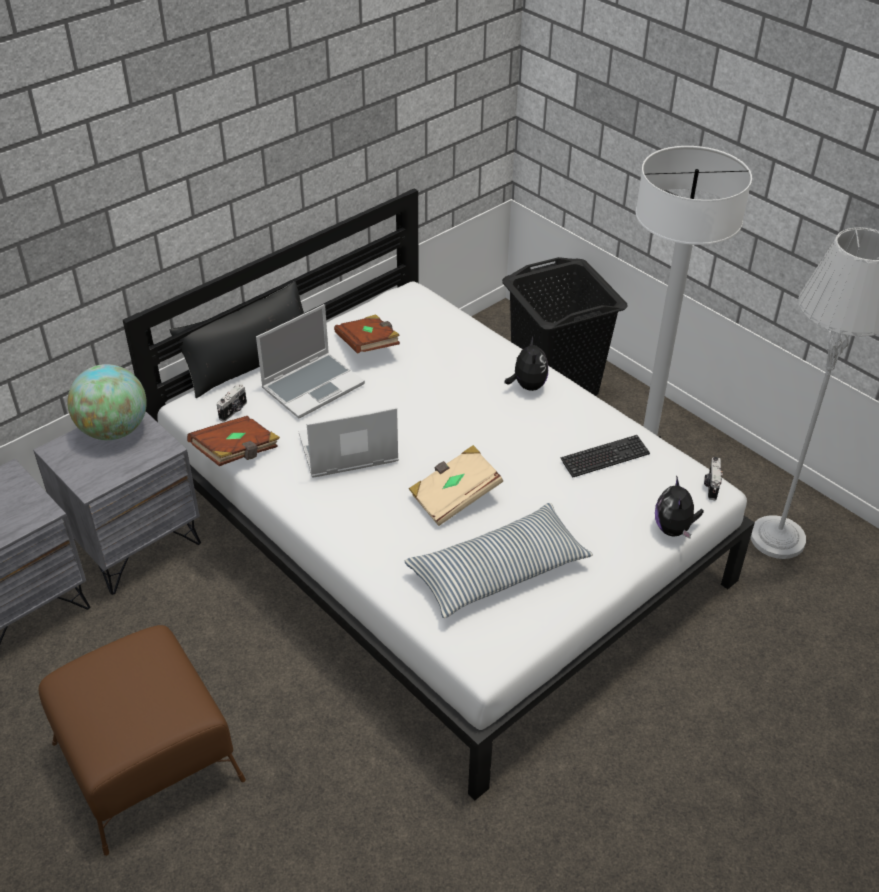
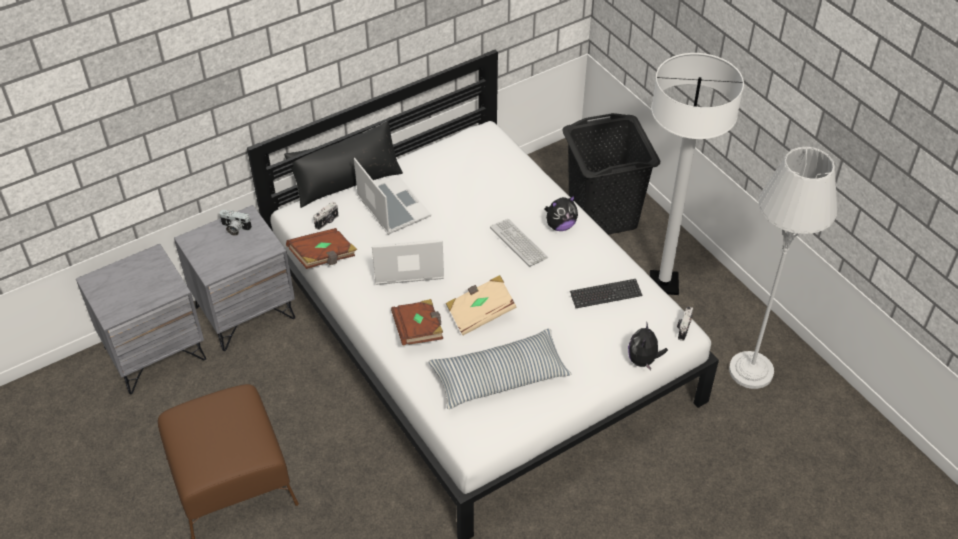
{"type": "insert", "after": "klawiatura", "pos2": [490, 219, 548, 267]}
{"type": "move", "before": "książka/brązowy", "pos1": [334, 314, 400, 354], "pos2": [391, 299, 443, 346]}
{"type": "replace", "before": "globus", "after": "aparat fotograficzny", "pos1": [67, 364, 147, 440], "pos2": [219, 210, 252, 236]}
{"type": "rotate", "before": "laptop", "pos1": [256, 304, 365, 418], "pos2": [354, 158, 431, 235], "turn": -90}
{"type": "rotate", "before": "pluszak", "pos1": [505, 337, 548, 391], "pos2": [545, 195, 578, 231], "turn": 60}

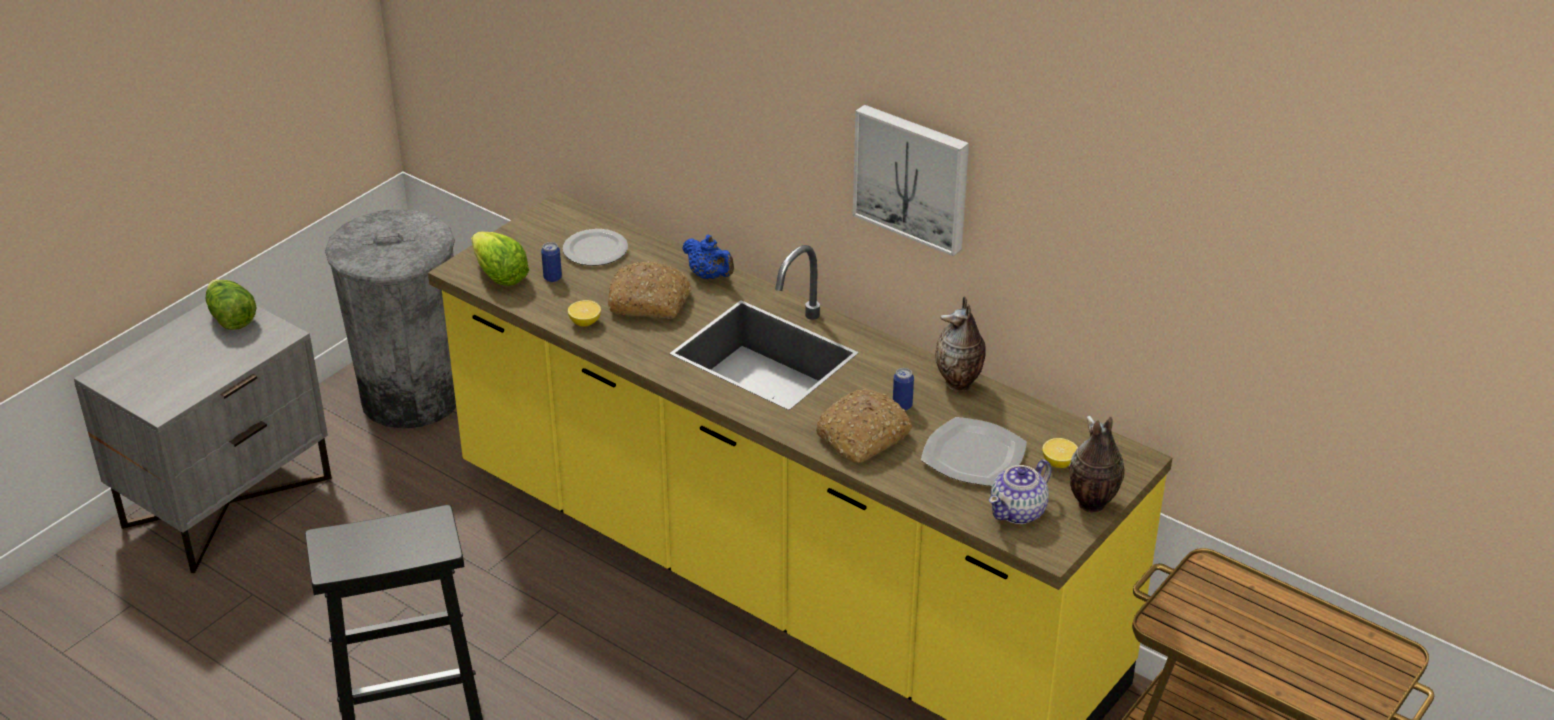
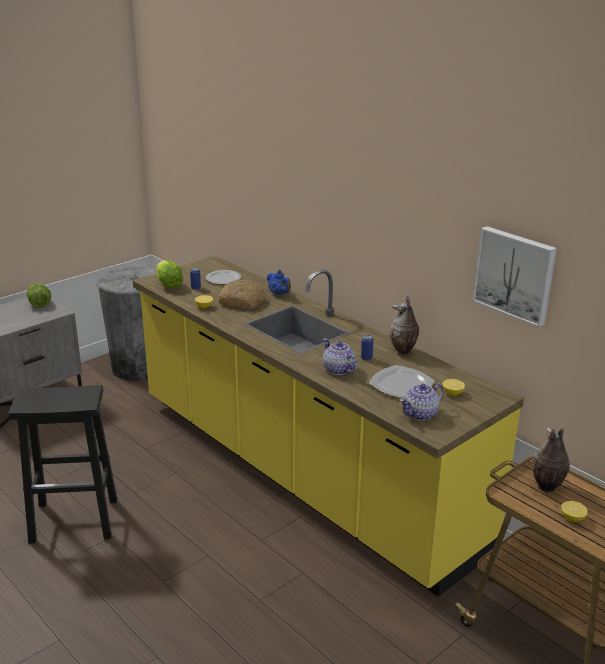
{"type": "insert", "after": "cytryna", "pos2": [561, 501, 588, 522]}
{"type": "move", "before": "obraz", "pos1": [853, 105, 969, 256], "pos2": [473, 226, 557, 327]}
{"type": "move", "before": "wazon", "pos1": [1069, 416, 1124, 513], "pos2": [533, 428, 570, 492]}
{"type": "replace", "before": "chleb", "after": "imbryk", "pos1": [816, 389, 912, 463], "pos2": [323, 338, 357, 375]}

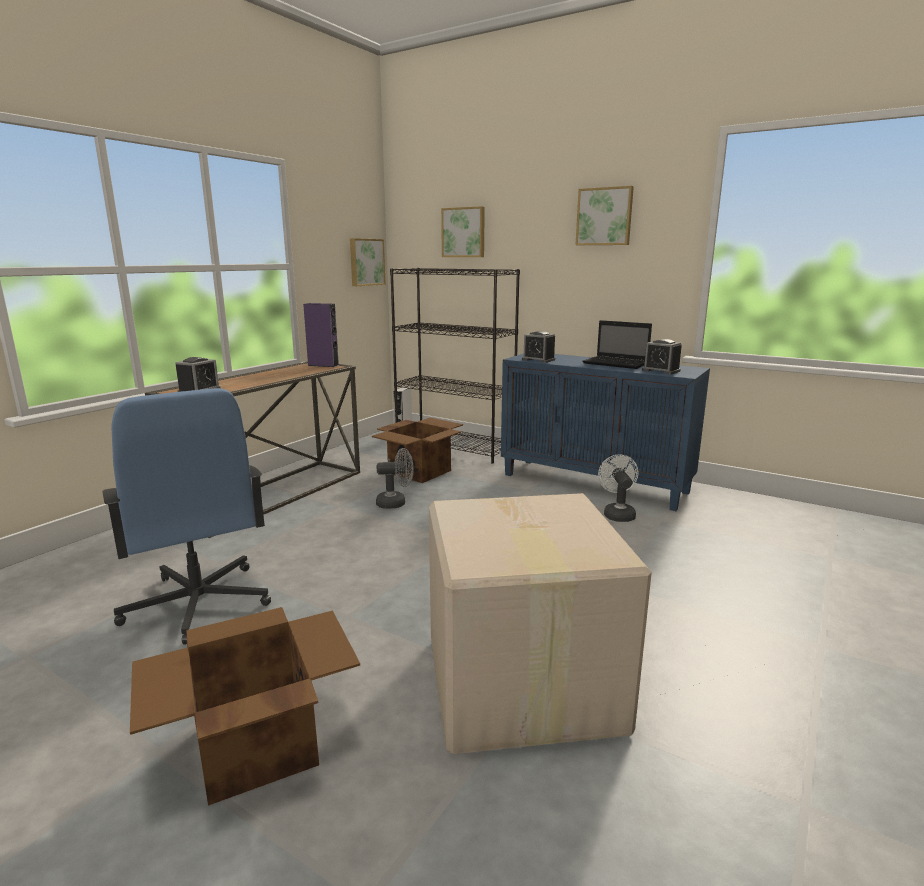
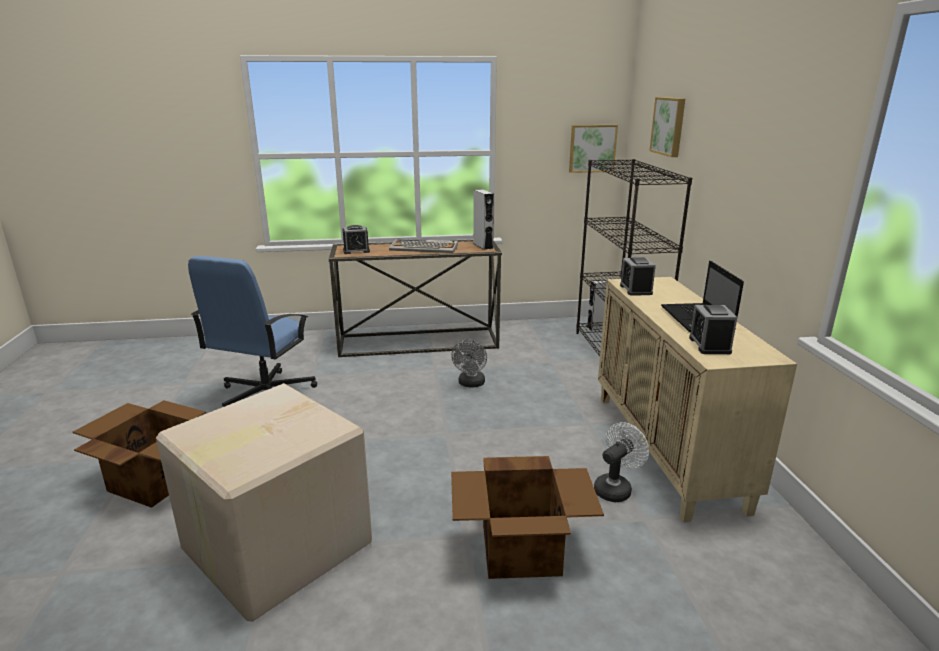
{"type": "delete", "before": "obraz", "pos1": [576, 186, 634, 245]}
{"type": "insert", "after": "klawiatura", "pos2": [389, 239, 458, 253]}
{"type": "move", "before": "karton", "pos1": [372, 418, 463, 483], "pos2": [451, 456, 604, 579]}
{"type": "recolor", "before": "głośnik/fioletowy", "after": "głośnik/szary", "pos1": [303, 303, 339, 367], "pos2": [473, 189, 494, 250]}
{"type": "recolor", "before": "szafka/niebieski", "after": "szafka/beżowy", "pos1": [501, 354, 710, 511], "pos2": [598, 277, 797, 522]}
{"type": "rotate", "before": "wentylator/szary", "pos1": [376, 448, 414, 509], "pos2": [451, 339, 487, 387], "turn": 60}

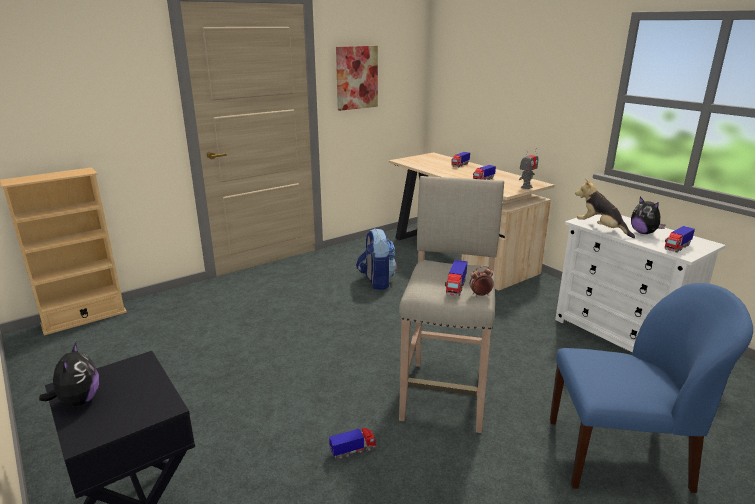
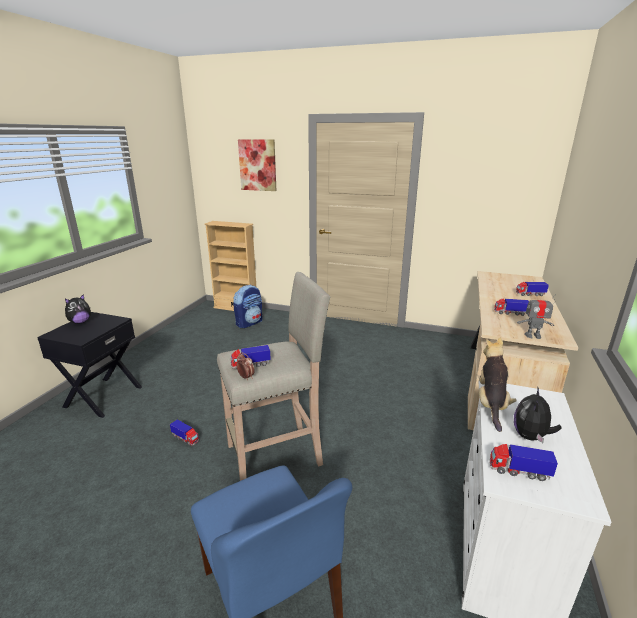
{"type": "move", "before": "obraz", "pos1": [336, 46, 378, 111], "pos2": [238, 139, 277, 191]}
{"type": "move", "before": "plecak", "pos1": [356, 228, 397, 290], "pos2": [233, 285, 262, 328]}

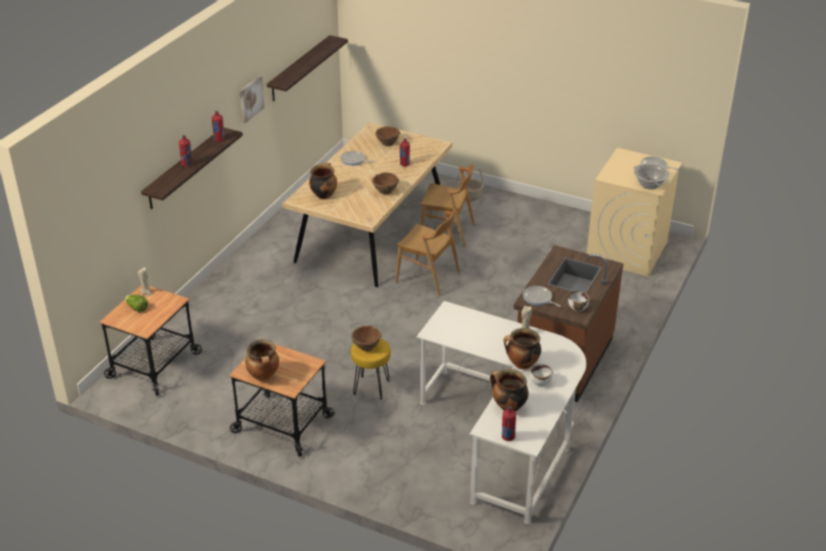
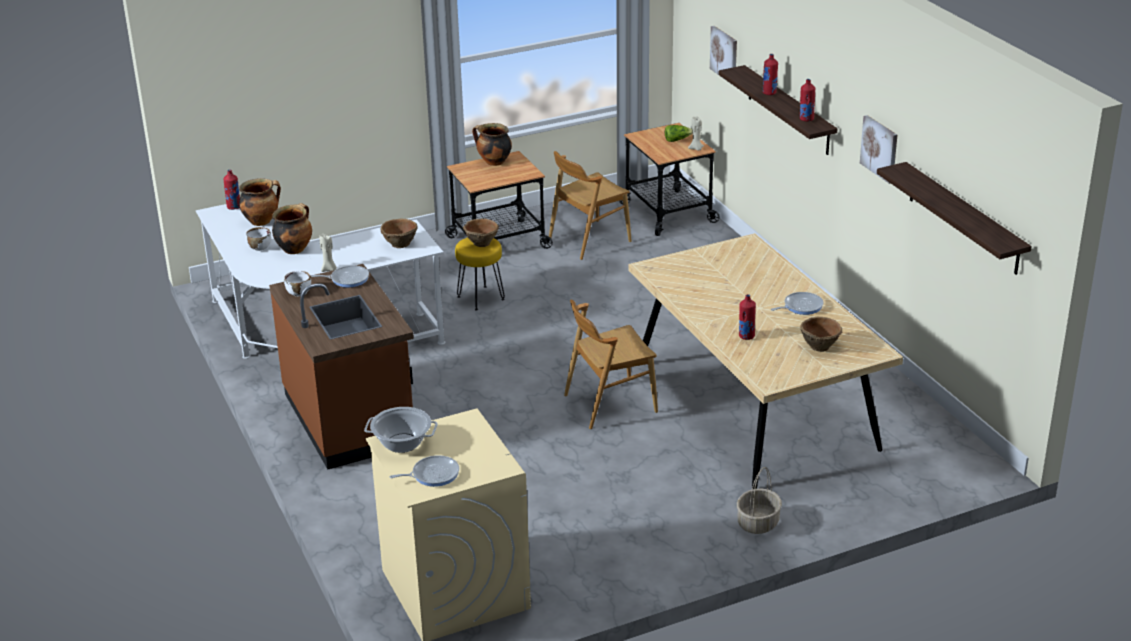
{"type": "delete", "before": "garnek", "pos1": [309, 162, 337, 199]}
{"type": "insert", "after": "obraz", "pos2": [710, 26, 737, 84]}
{"type": "move", "before": "miska/brązowy", "pos1": [372, 172, 399, 195], "pos2": [381, 219, 418, 248]}
{"type": "move", "before": "krzesło/brązowy", "pos1": [420, 164, 475, 248], "pos2": [549, 151, 632, 260]}

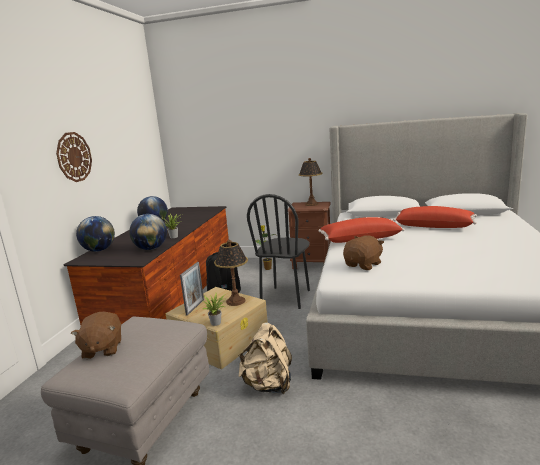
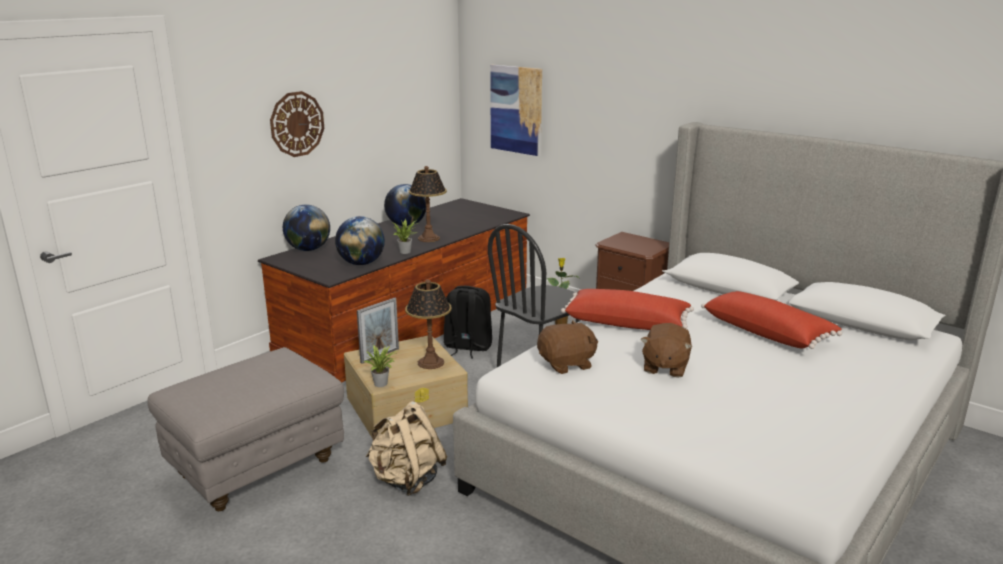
{"type": "insert", "after": "obraz", "pos2": [490, 65, 542, 156]}
{"type": "move", "before": "pluszak/brązowy", "pos1": [71, 312, 121, 359], "pos2": [640, 323, 692, 378]}
{"type": "move", "before": "lampa stołowa", "pos1": [299, 158, 323, 206], "pos2": [409, 166, 447, 242]}

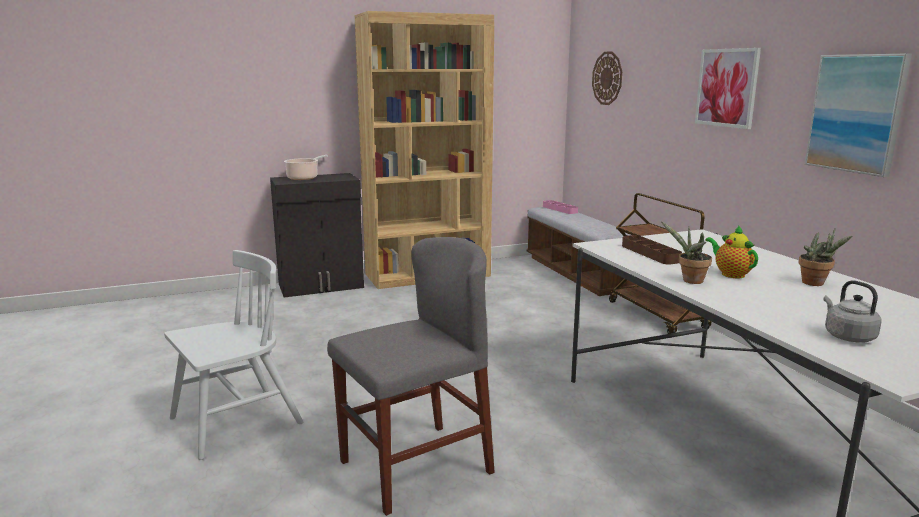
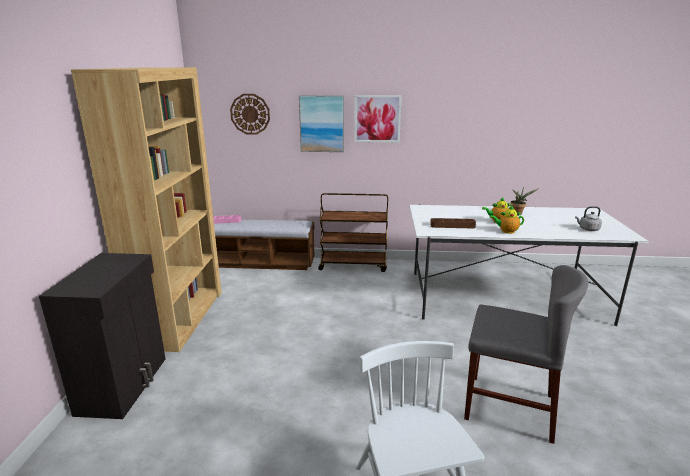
{"type": "delete", "before": "garnek", "pos1": [284, 155, 328, 180]}
{"type": "move", "before": "obraz", "pos1": [805, 53, 912, 177], "pos2": [299, 95, 344, 152]}
{"type": "replace", "before": "roślina doniczkowa", "after": "imbryk", "pos1": [662, 222, 712, 284], "pos2": [489, 205, 524, 234]}
{"type": "rotate", "before": "krzesło/szary", "pos1": [327, 237, 495, 516], "pos2": [464, 265, 588, 444], "turn": 120}

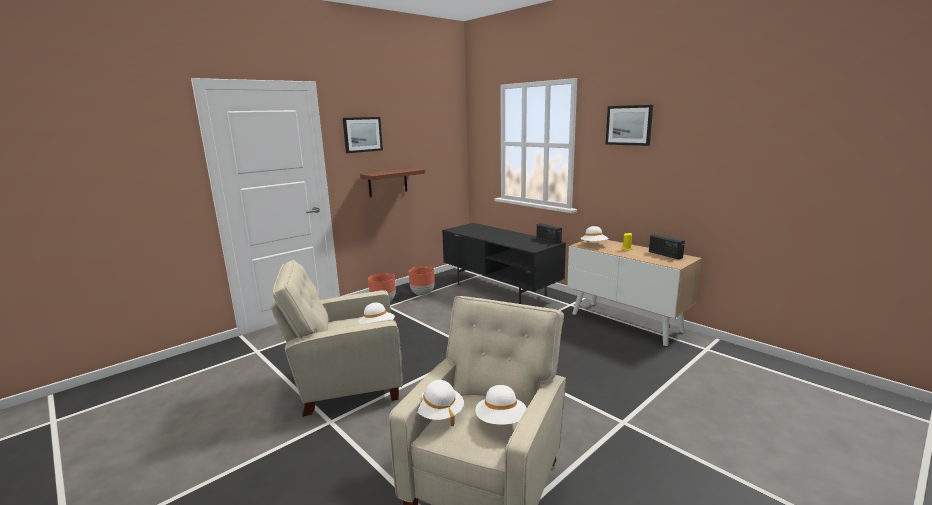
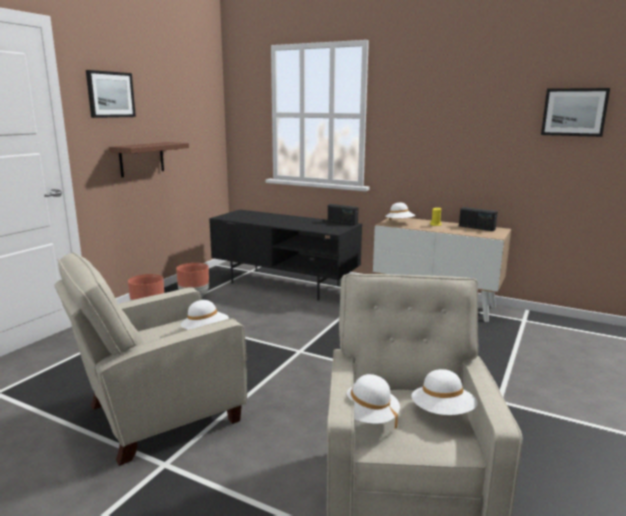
{"type": "move", "before": "obraz", "pos1": [606, 105, 653, 146], "pos2": [541, 88, 610, 137]}

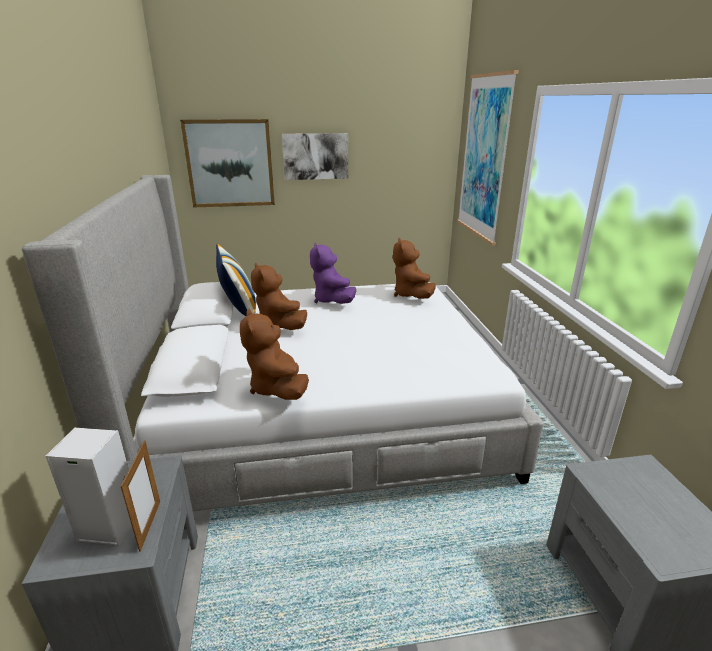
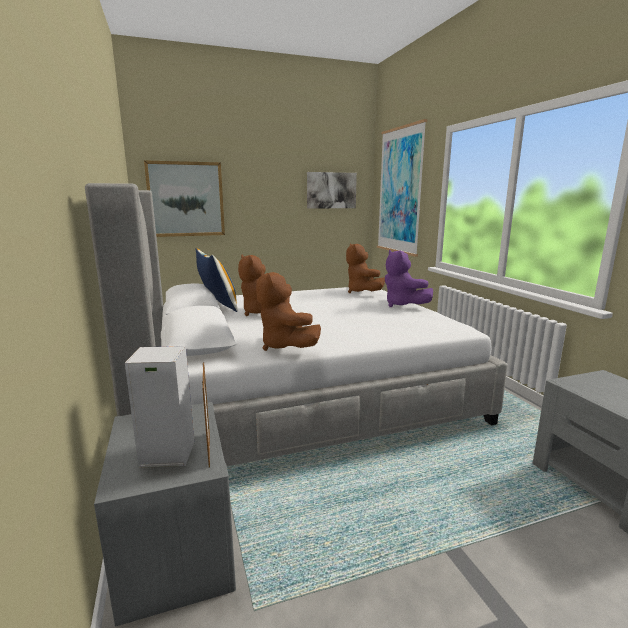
{"type": "move", "before": "obraz", "pos1": [282, 133, 348, 180], "pos2": [307, 172, 357, 209]}
{"type": "move", "before": "pluszak/fioletowy", "pos1": [310, 242, 356, 304], "pos2": [385, 250, 433, 307]}

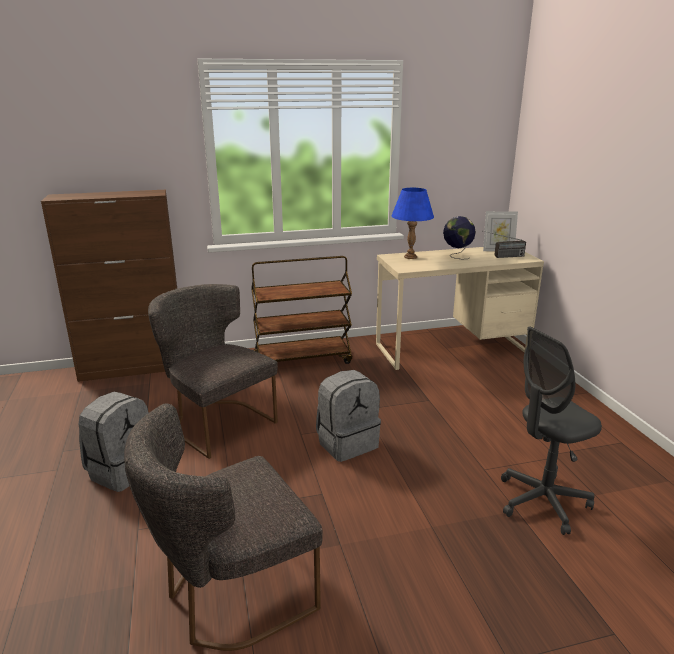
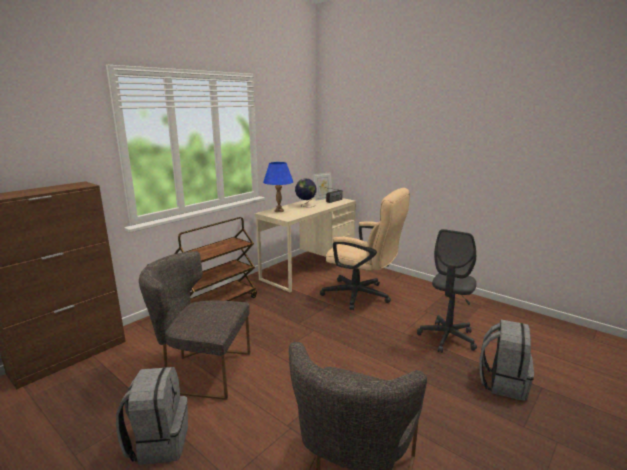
{"type": "insert", "after": "krzesło biurowe/beżowy", "pos2": [320, 188, 410, 310]}
{"type": "move", "before": "plecak/szary", "pos1": [316, 370, 381, 462], "pos2": [479, 320, 534, 401]}

